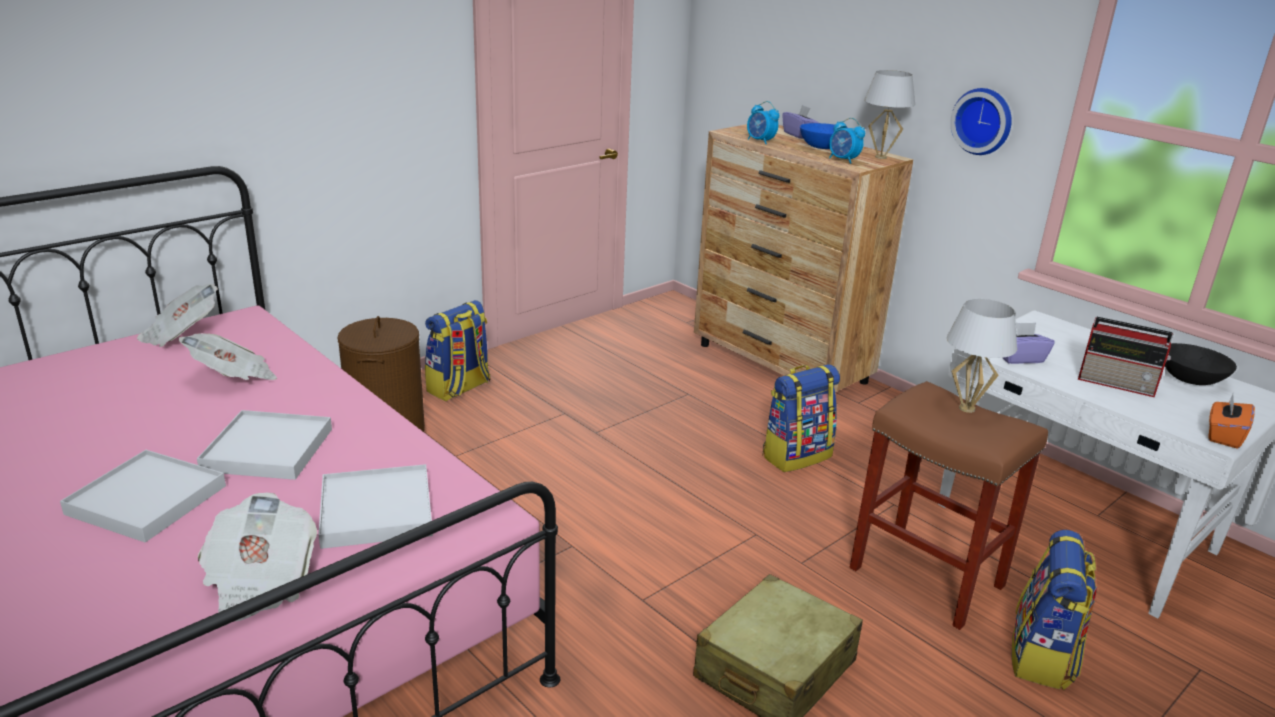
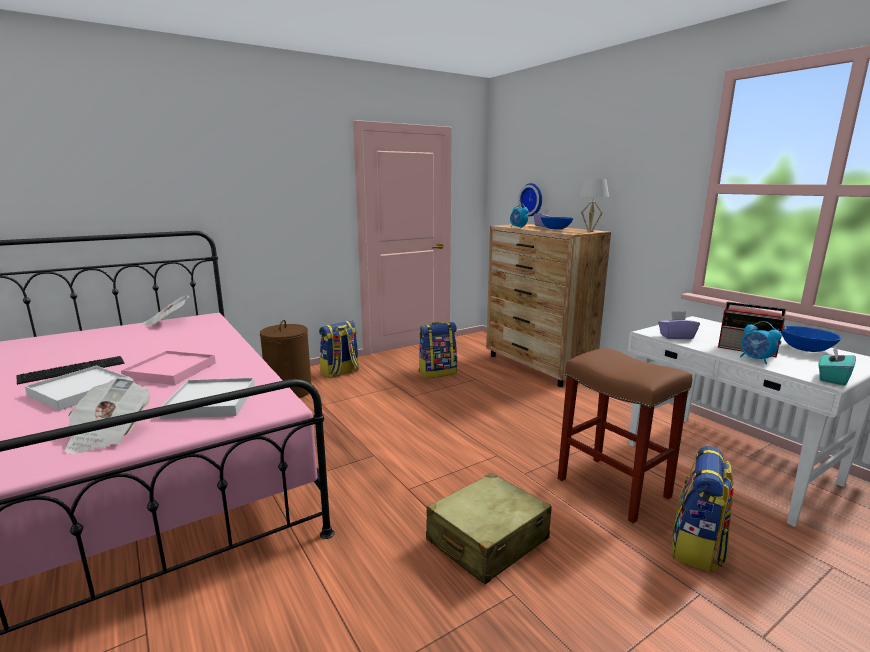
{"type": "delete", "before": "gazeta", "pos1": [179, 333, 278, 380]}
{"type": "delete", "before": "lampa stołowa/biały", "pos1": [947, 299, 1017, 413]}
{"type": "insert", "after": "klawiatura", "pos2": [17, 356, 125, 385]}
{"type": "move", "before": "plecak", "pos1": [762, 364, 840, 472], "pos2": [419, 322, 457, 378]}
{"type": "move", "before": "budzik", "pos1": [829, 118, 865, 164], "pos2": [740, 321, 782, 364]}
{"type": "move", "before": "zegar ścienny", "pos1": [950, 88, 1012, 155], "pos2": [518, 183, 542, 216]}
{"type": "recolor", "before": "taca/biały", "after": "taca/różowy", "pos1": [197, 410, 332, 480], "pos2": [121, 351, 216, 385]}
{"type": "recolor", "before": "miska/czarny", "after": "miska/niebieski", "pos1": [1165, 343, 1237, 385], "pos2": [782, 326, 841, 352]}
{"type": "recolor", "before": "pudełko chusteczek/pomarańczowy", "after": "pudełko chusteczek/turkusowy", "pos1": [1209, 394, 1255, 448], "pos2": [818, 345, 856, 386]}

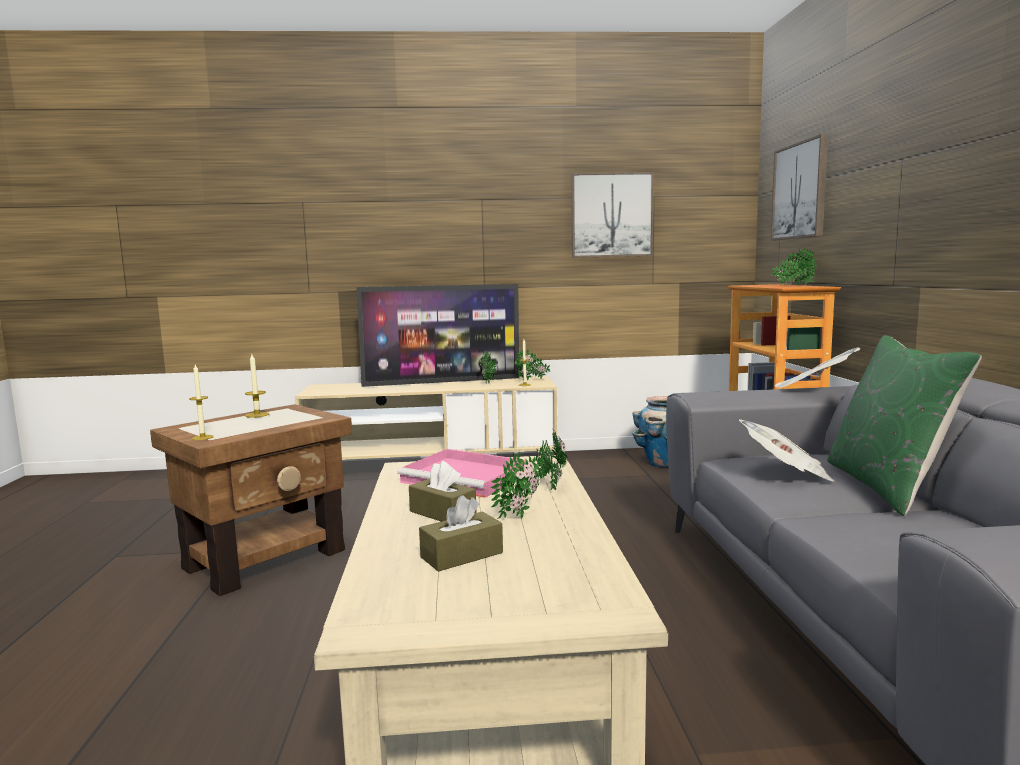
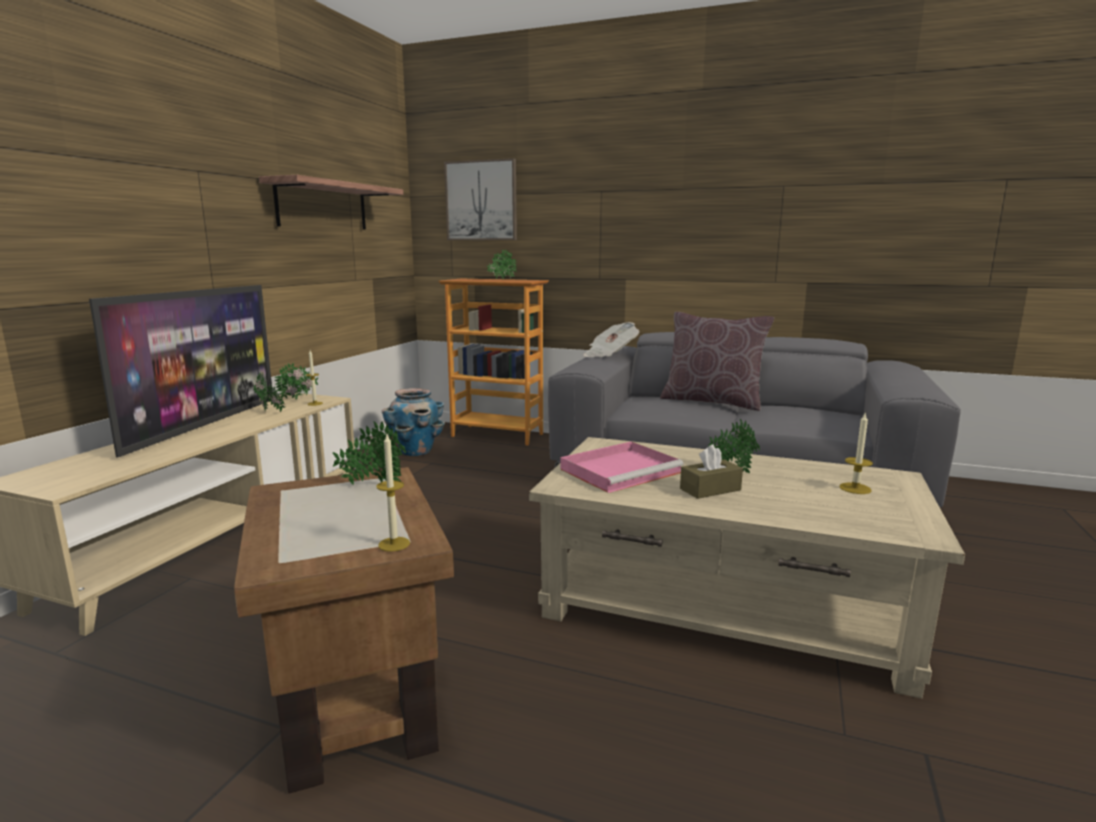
{"type": "delete", "before": "pudełko chusteczek/brązowy", "pos1": [419, 495, 503, 572]}
{"type": "delete", "before": "gazeta", "pos1": [739, 419, 835, 482]}
{"type": "move", "before": "świeca", "pos1": [245, 354, 269, 418], "pos2": [840, 414, 873, 494]}
{"type": "move", "before": "roślina doniczkowa", "pos1": [534, 428, 568, 490], "pos2": [333, 421, 406, 485]}
{"type": "replace", "before": "obraz", "after": "półka", "pos1": [571, 172, 654, 258], "pos2": [259, 175, 403, 229]}
{"type": "recolor", "before": "poduszka/zielony", "after": "poduszka/brązowy", "pos1": [827, 335, 982, 516], "pos2": [660, 312, 774, 411]}

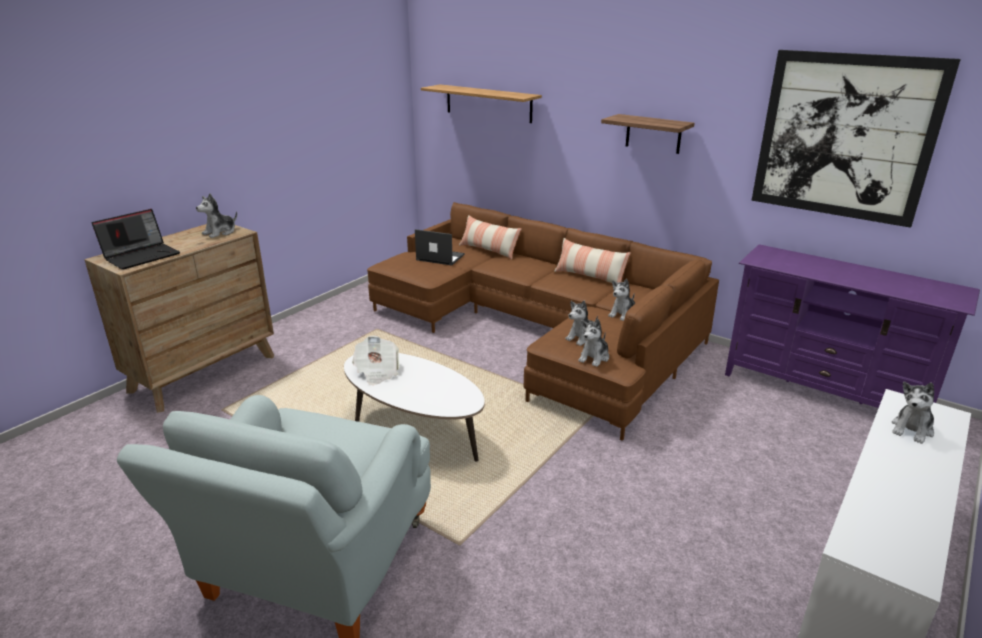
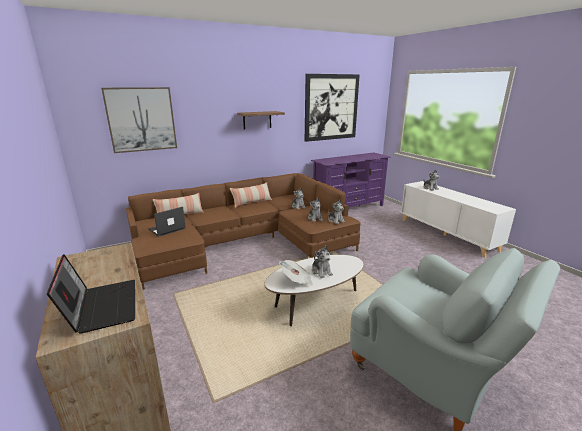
{"type": "move", "before": "pluszak", "pos1": [196, 193, 237, 238], "pos2": [312, 246, 333, 278]}
{"type": "replace", "before": "półka", "after": "obraz", "pos1": [421, 84, 542, 123], "pos2": [101, 87, 177, 153]}

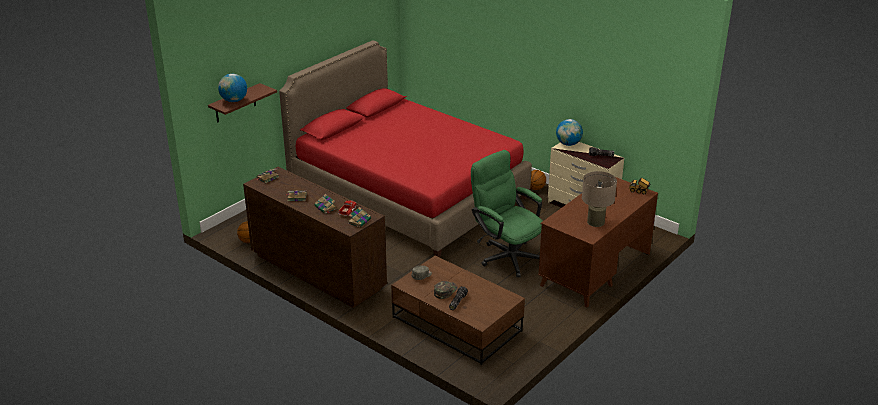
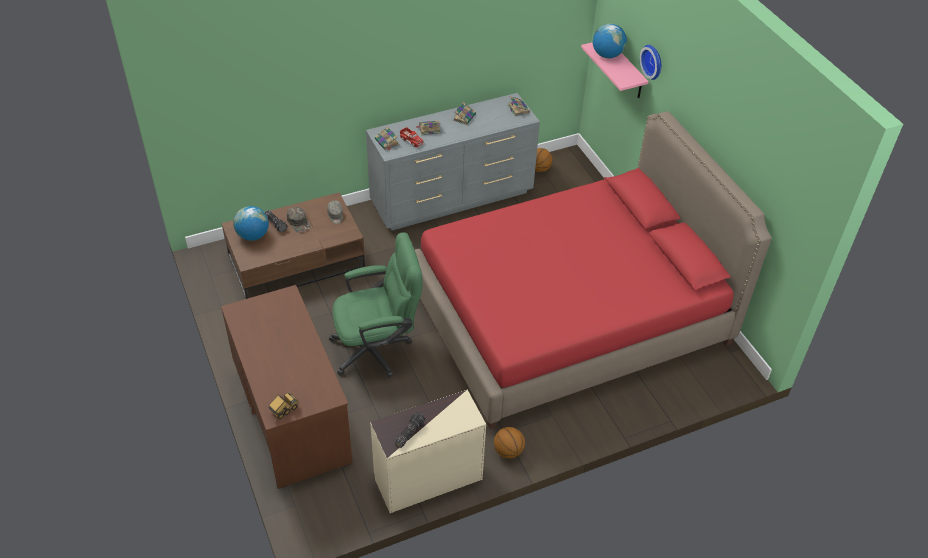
{"type": "delete", "before": "lampa stołowa/beżowy", "pos1": [582, 171, 617, 227]}
{"type": "insert", "after": "zegar ścienny", "pos2": [640, 45, 661, 80]}
{"type": "move", "before": "globus", "pos1": [556, 119, 583, 146], "pos2": [233, 206, 269, 241]}
{"type": "recolor", "before": "półka/brązowy", "after": "półka/różowy", "pos1": [208, 83, 277, 123], "pos2": [581, 42, 649, 98]}
{"type": "recolor", "before": "komoda/brązowy", "after": "komoda/szary", "pos1": [243, 167, 387, 308], "pos2": [366, 93, 540, 231]}

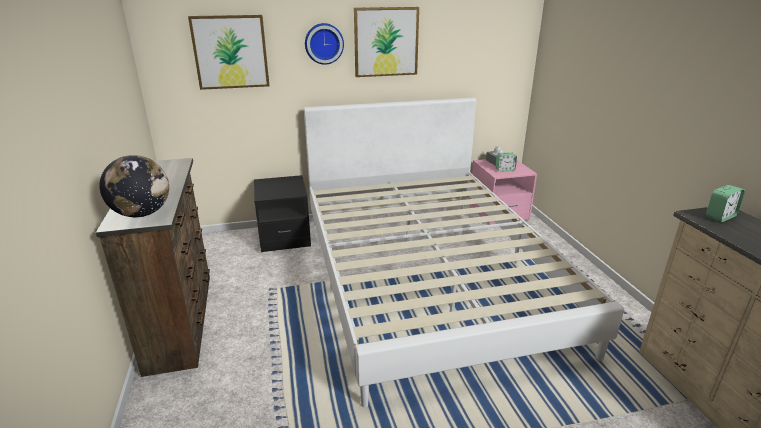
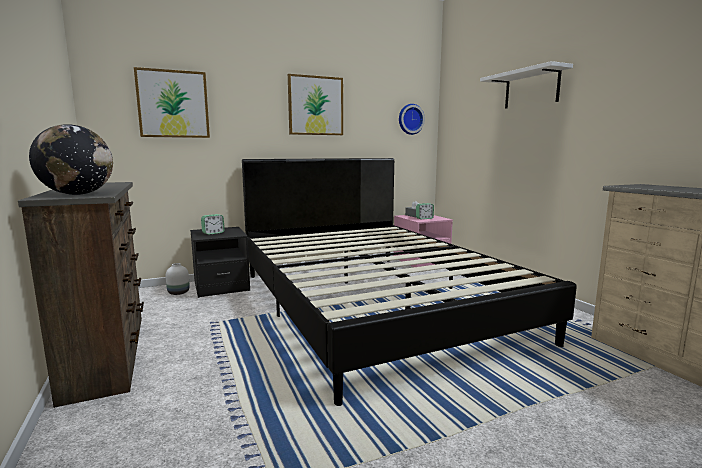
{"type": "insert", "after": "wazon/biały", "pos2": [166, 263, 190, 295]}
{"type": "insert", "after": "półka/biały", "pos2": [480, 61, 573, 109]}
{"type": "move", "before": "zegar ścienny", "pos1": [305, 23, 344, 65], "pos2": [399, 104, 425, 135]}
{"type": "move", "before": "budzik", "pos1": [706, 185, 745, 222], "pos2": [201, 214, 225, 235]}
{"type": "recolor", "before": "łóżko/biały", "after": "łóżko/czarny", "pos1": [304, 97, 624, 408], "pos2": [242, 158, 577, 406]}

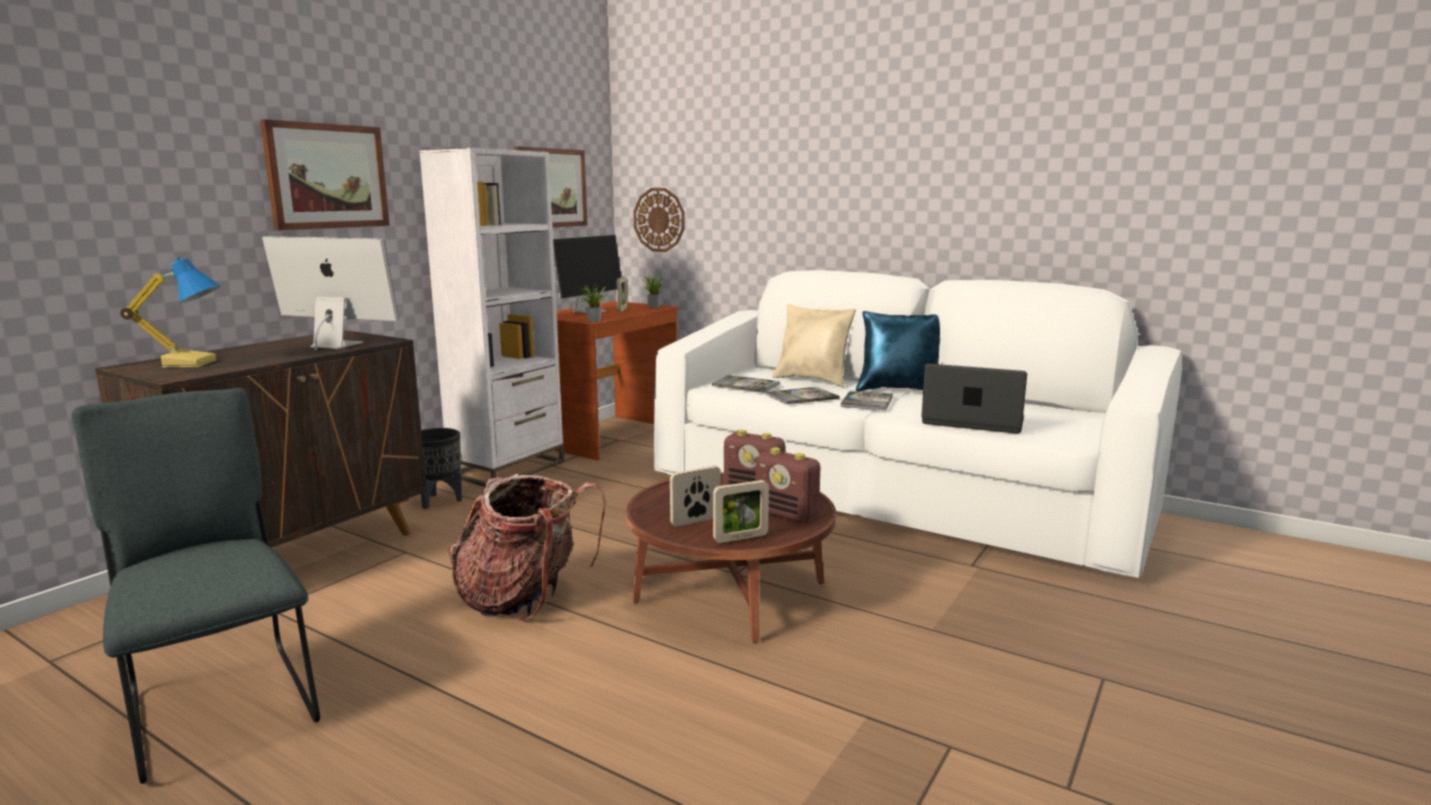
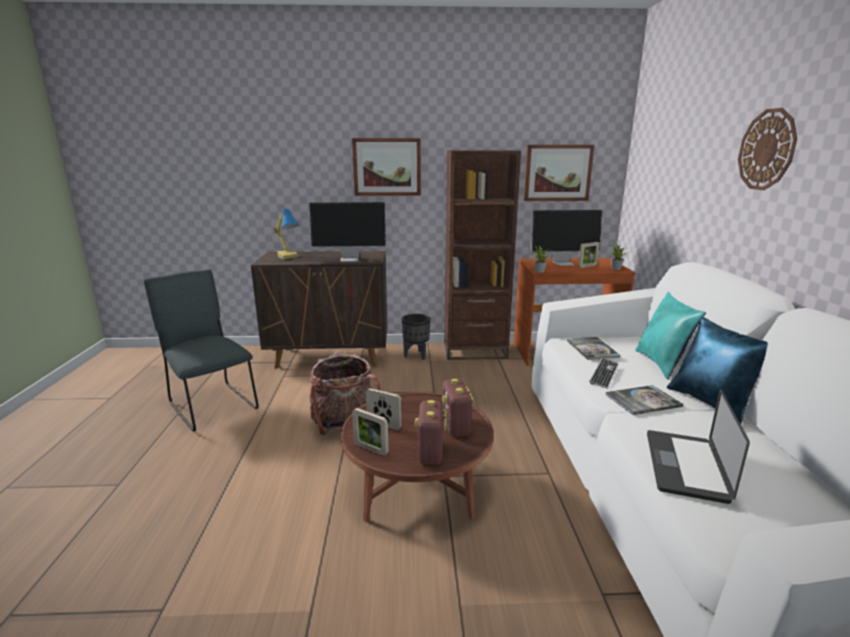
{"type": "move", "before": "zegar ścienny", "pos1": [633, 188, 685, 252], "pos2": [738, 108, 797, 190]}
{"type": "replace", "before": "książka", "after": "klawiatura", "pos1": [766, 387, 840, 404], "pos2": [589, 358, 619, 389]}
{"type": "recolor", "before": "regał/biały", "after": "regał/brązowy", "pos1": [419, 148, 564, 487], "pos2": [444, 150, 521, 360]}
{"type": "recolor", "before": "poduszka/beżowy", "after": "poduszka/turkusowy", "pos1": [772, 304, 856, 387], "pos2": [635, 292, 706, 380]}
{"type": "rotate", "before": "krzesło/szary", "pos1": [72, 388, 320, 784], "pos2": [144, 269, 259, 431], "turn": -60}
{"type": "rotate", "before": "monitor", "pos1": [262, 236, 399, 351], "pos2": [309, 202, 386, 262], "turn": 105}
{"type": "rotate", "before": "laptop", "pos1": [922, 364, 1027, 434], "pos2": [647, 389, 750, 504], "turn": -150}

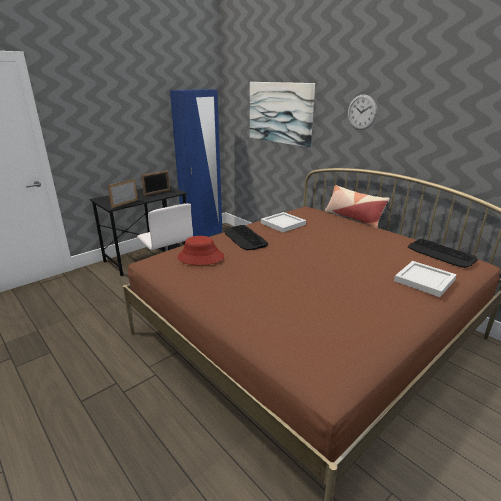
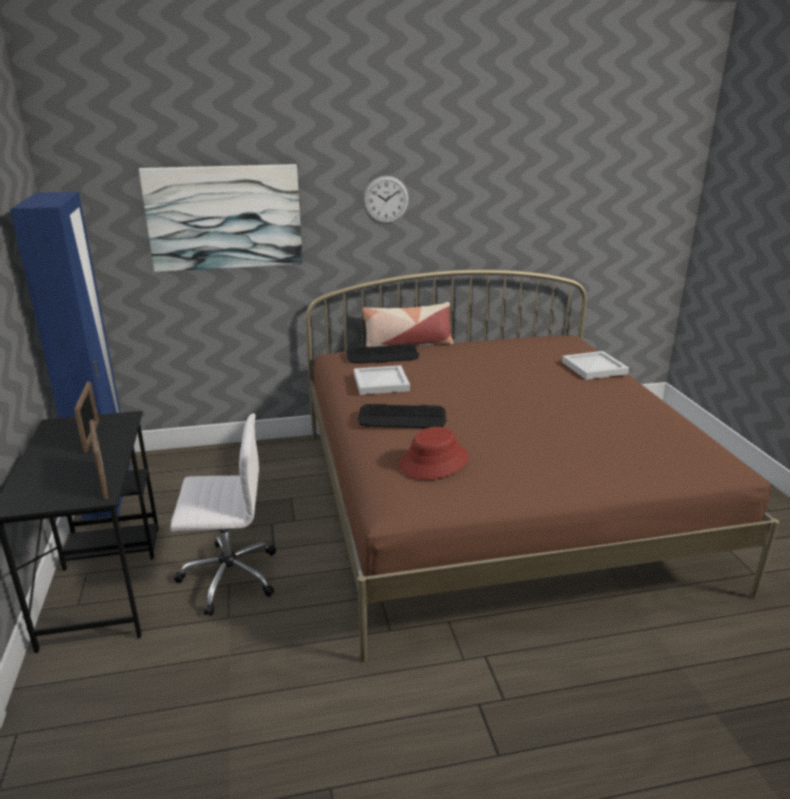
{"type": "move", "before": "klawiatura", "pos1": [408, 239, 478, 268], "pos2": [346, 344, 419, 364]}

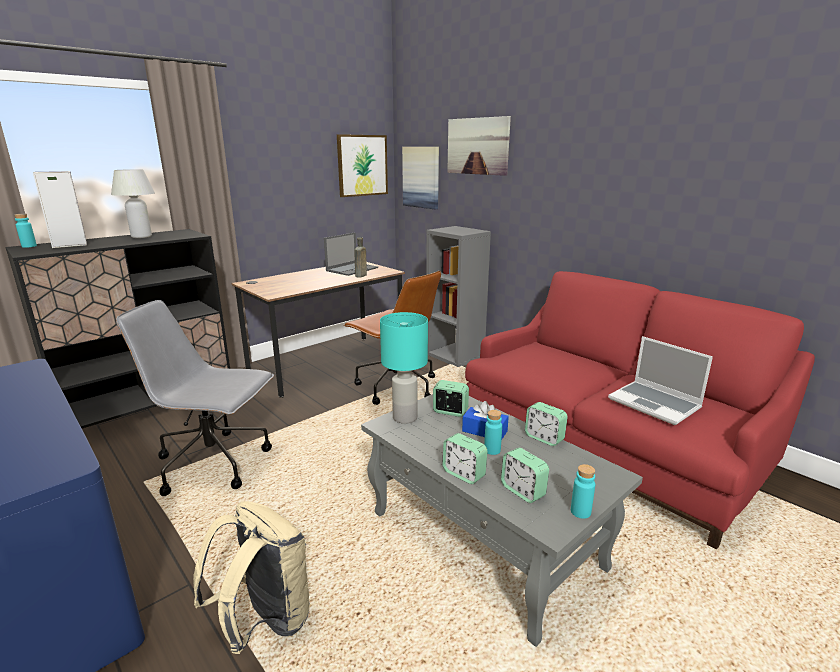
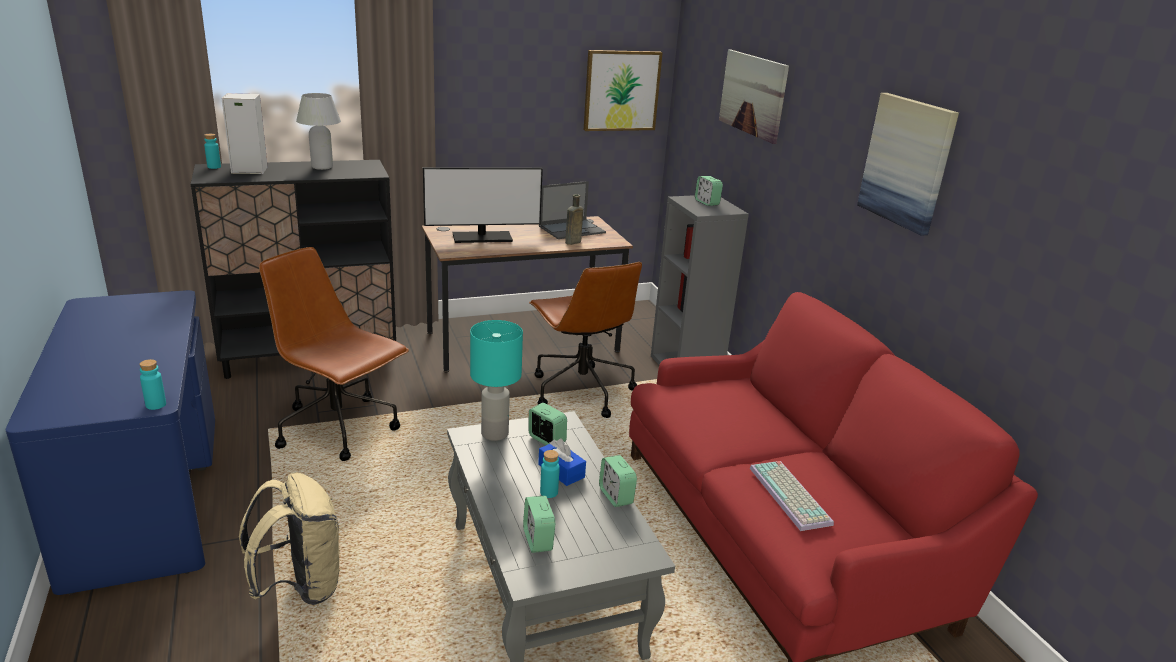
{"type": "insert", "after": "monitor", "pos2": [423, 167, 543, 243]}
{"type": "move", "before": "obraz", "pos1": [402, 147, 439, 209], "pos2": [857, 93, 959, 236]}
{"type": "move", "before": "budzik", "pos1": [442, 433, 487, 484], "pos2": [695, 176, 723, 206]}
{"type": "move", "before": "butelka/turkusowy", "pos1": [571, 464, 595, 519], "pos2": [139, 359, 166, 410]}
{"type": "replace", "before": "laptop", "after": "klawiatura", "pos1": [608, 336, 713, 425], "pos2": [750, 461, 834, 531]}
{"type": "recolor", "before": "krzesło biurowe/szary", "after": "krzesło biurowe/brązowy", "pos1": [116, 300, 274, 496], "pos2": [259, 247, 409, 461]}

